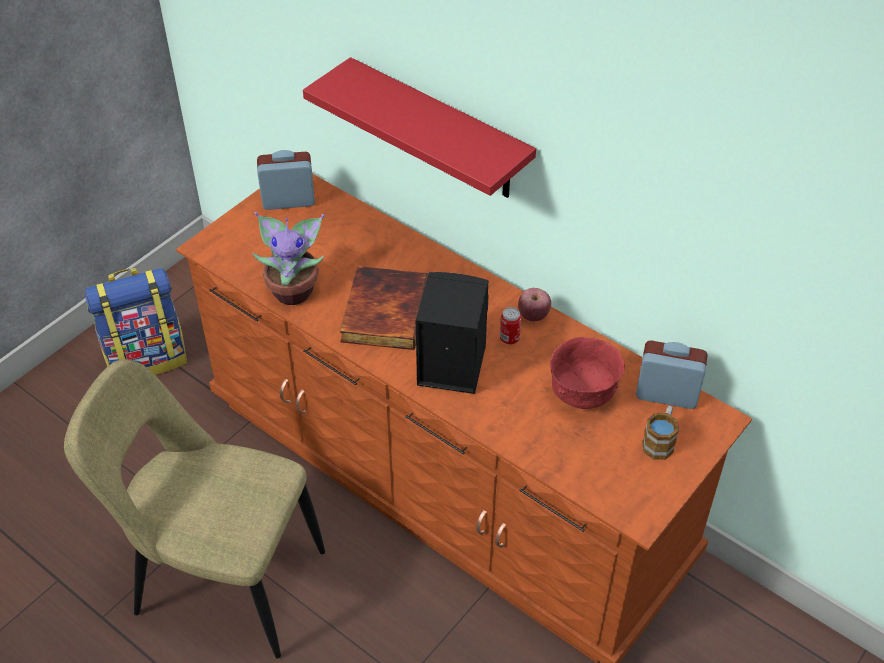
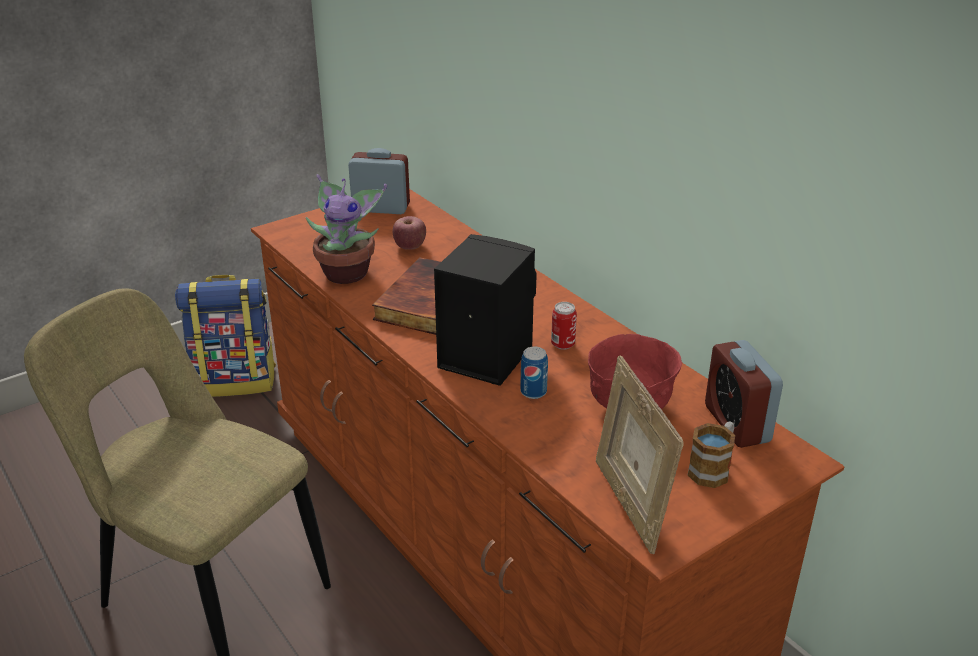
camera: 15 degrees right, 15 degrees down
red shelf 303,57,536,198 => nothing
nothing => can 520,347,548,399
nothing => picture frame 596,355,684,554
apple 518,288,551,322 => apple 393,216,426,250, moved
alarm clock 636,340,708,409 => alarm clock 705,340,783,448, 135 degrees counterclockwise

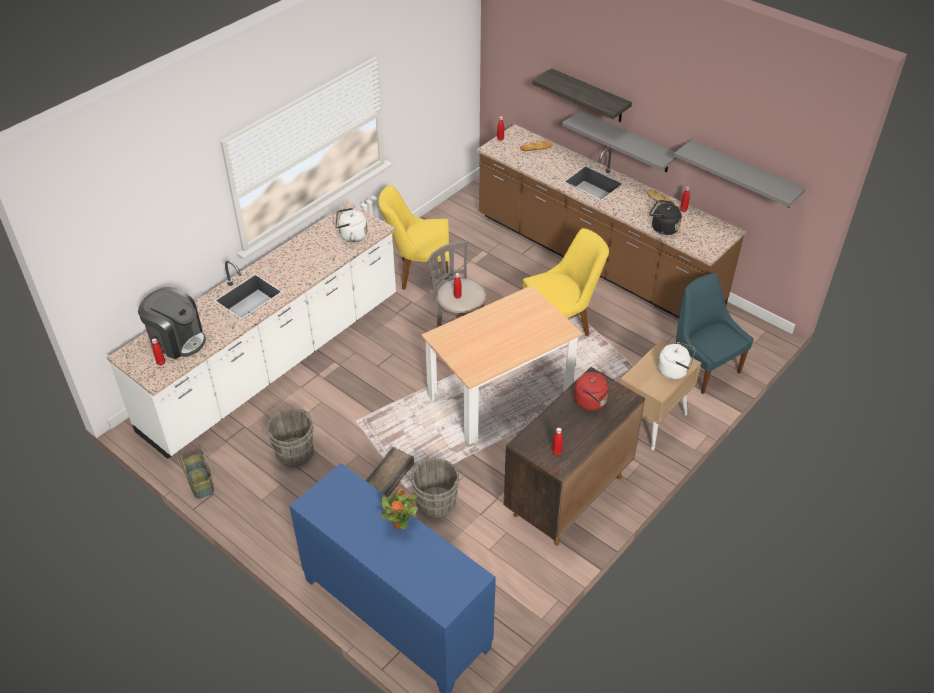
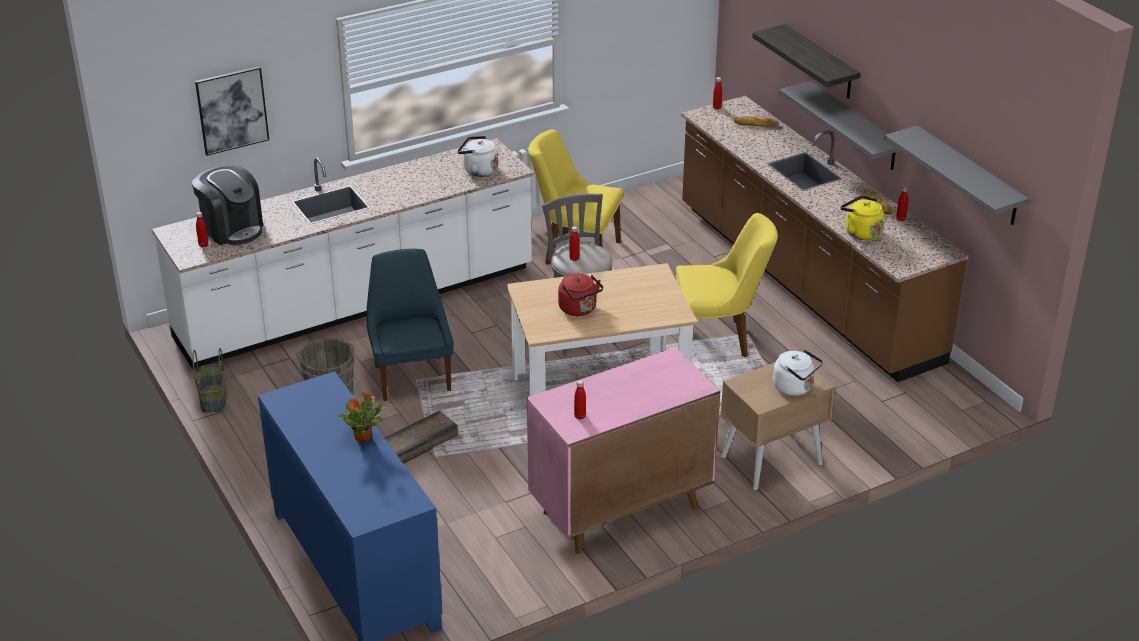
camera: 20 degrees right, 10 degrees down
grey bucket 411,458,464,519 => nothing
nothing => picture 195,66,269,156
red kettle 574,372,616,411 => red kettle 558,274,603,316, moved
blue chair 676,273,754,394 => blue chair 367,249,454,401, moved
brown cabinet 504,367,645,546 => pink cabinet 527,347,720,554
black kettle 649,200,682,235 => yellow kettle 840,195,884,240

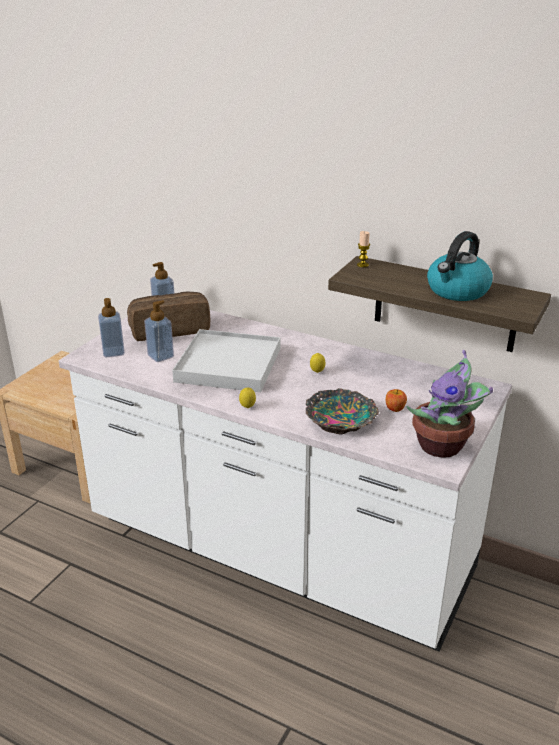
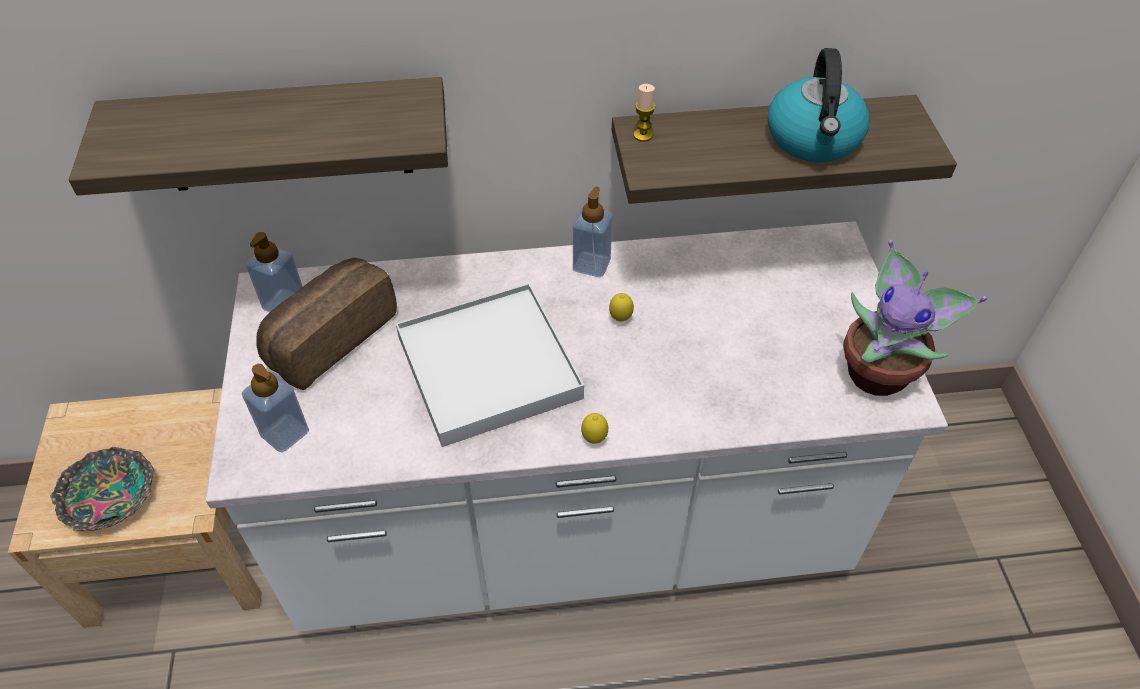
camera: 35 degrees left, 20 degrees up
apple 386,389,407,412 => nothing
nothing => shelf 69,77,448,195
soap dispenser 144,300,174,362 => soap dispenser 573,187,613,277, moved
bowl 306,388,379,434 => bowl 50,447,154,531, moved

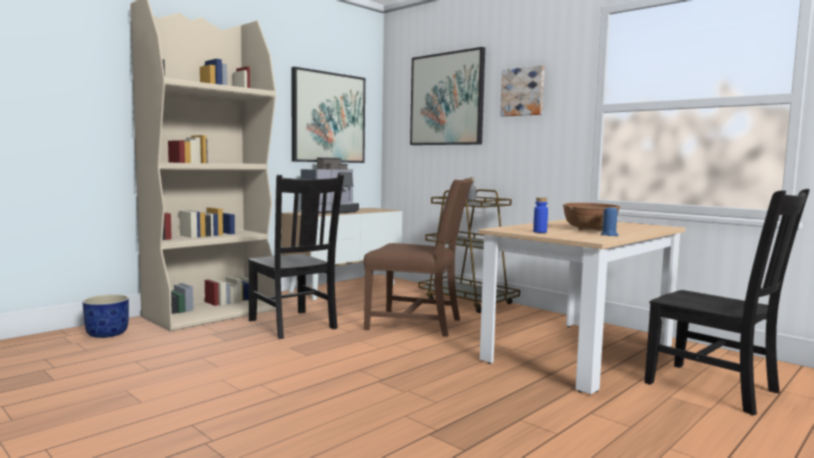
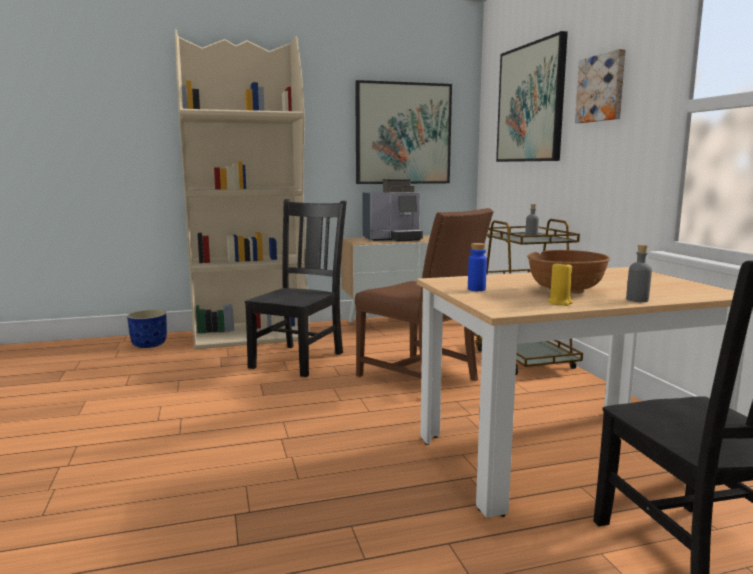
camera: 30 degrees right, 5 degrees up
nothing => grey bottle 626,244,652,302
blue candle 601,208,619,236 => yellow candle 548,263,573,306
black chair 248,175,344,339 => black chair 245,199,347,377, 150 degrees counterclockwise

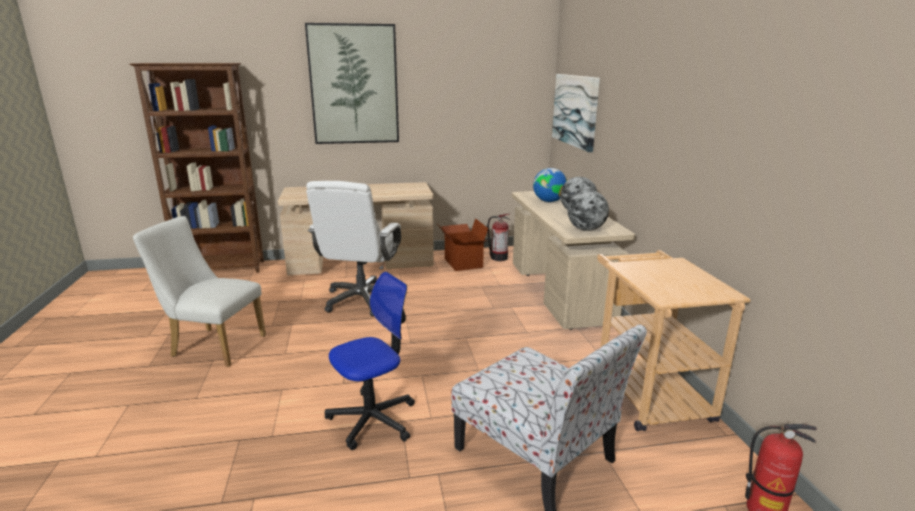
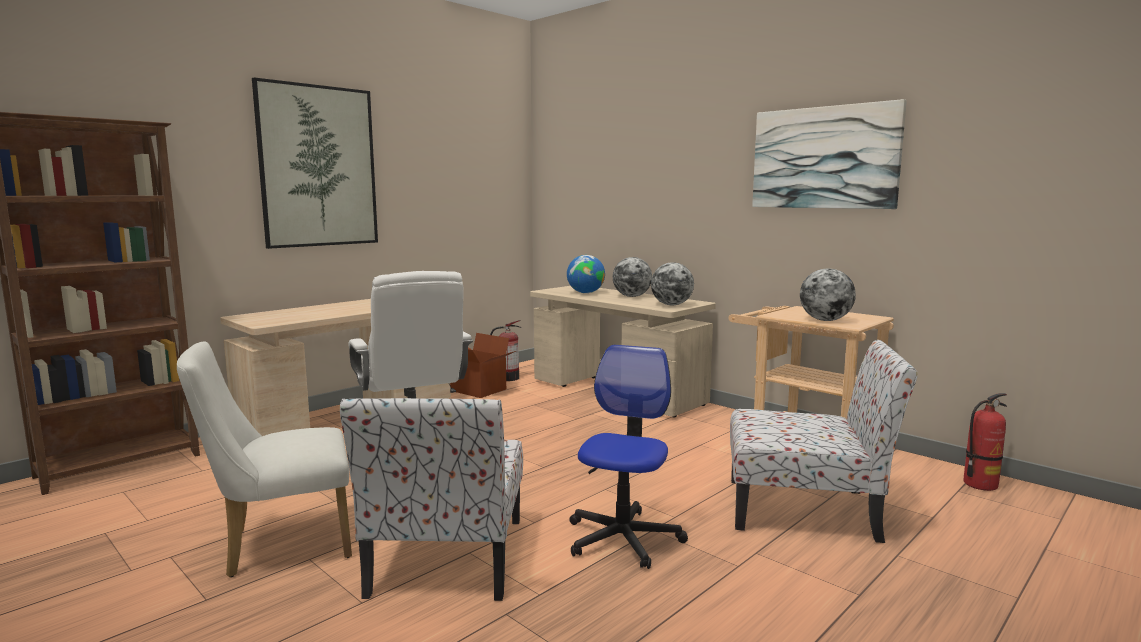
camera: 35 degrees left, 10 degrees down
nothing => chair 340,398,523,601
nothing => globe 800,269,856,321
picture 552,74,600,153 => picture 752,99,907,209, moved

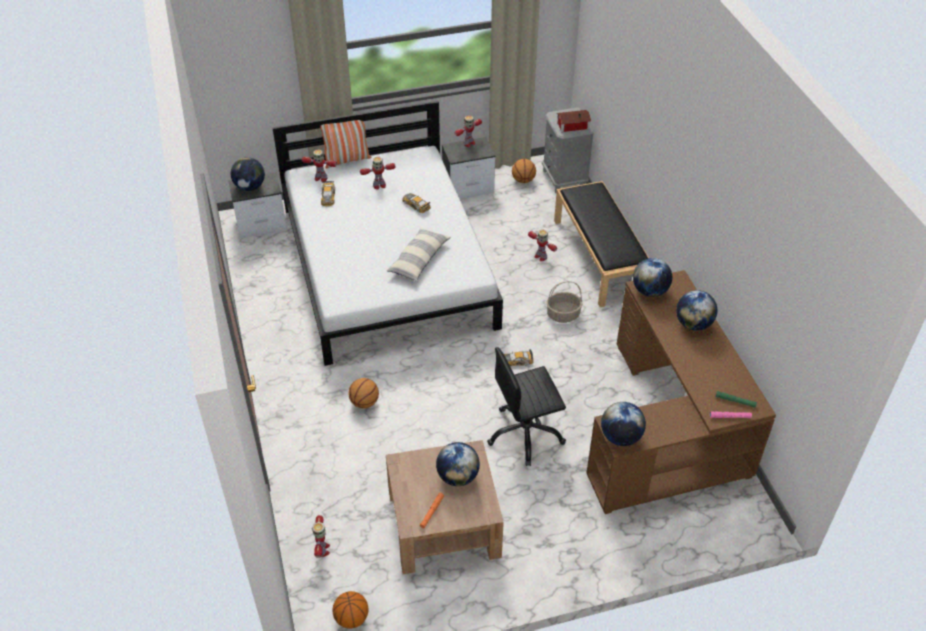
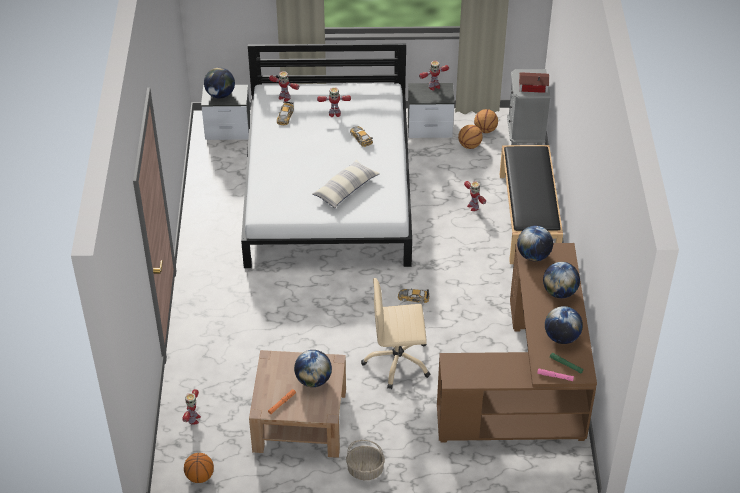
camera: 15 degrees right, 0 degrees up
pillow 320,120,371,168 => nothing
basketball 348,378,379,408 => basketball 458,125,483,149, moved
basket 547,281,583,323 => basket 346,440,385,480, moved
globe 601,402,646,446 => globe 545,306,583,344, moved
black office chair 487,347,566,466 => beige office chair 361,278,430,389

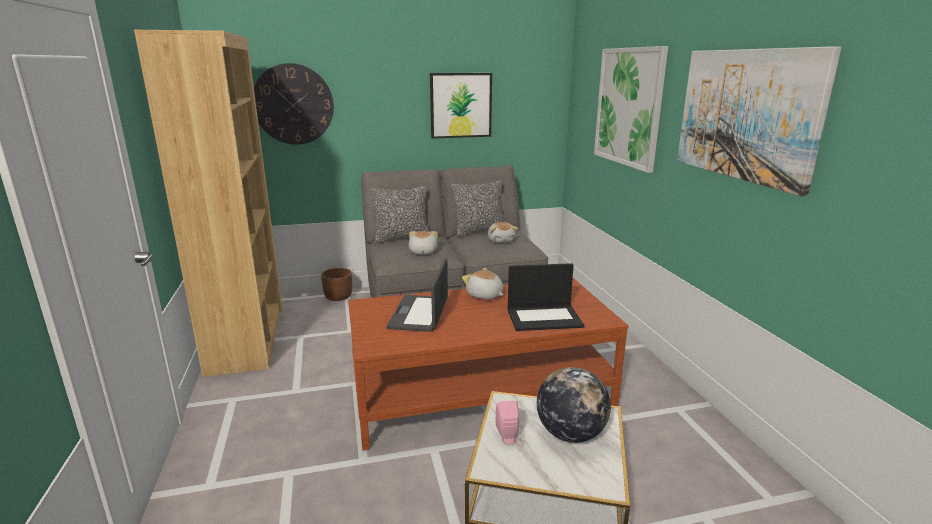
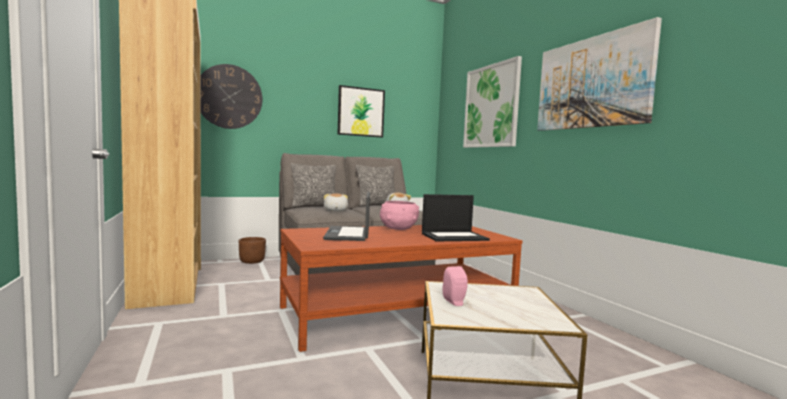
camera: 10 degrees left, 15 degrees down
globe 537,367,611,443 => nothing
plush toy 462,268,504,300 => pink bowl 380,201,419,230

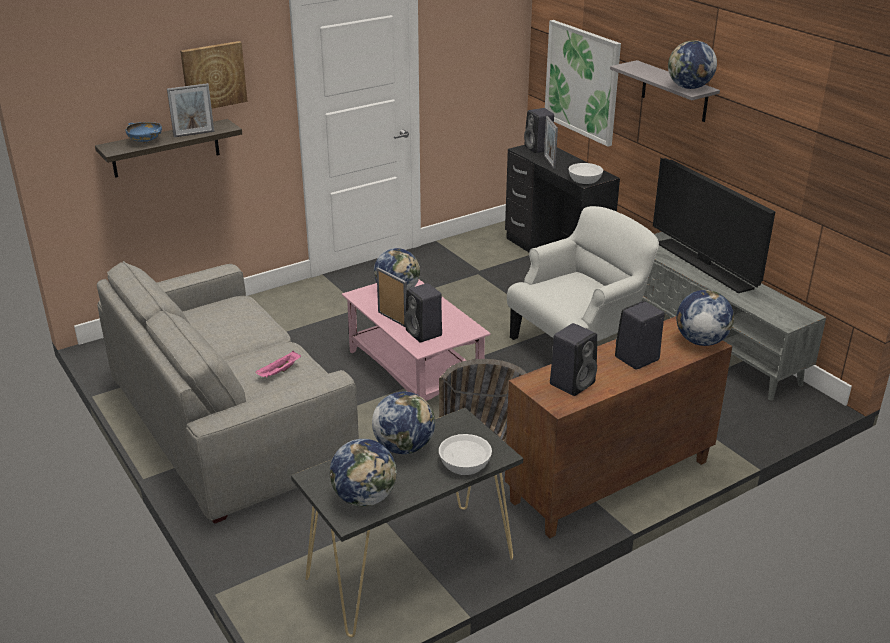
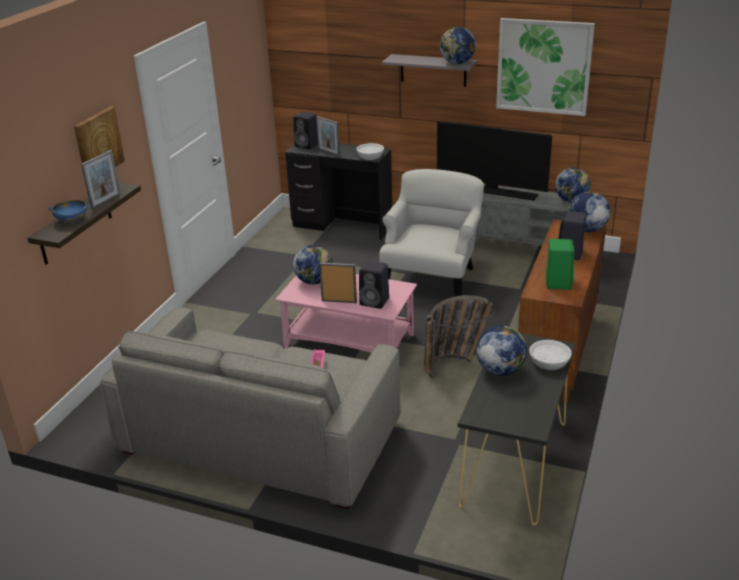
camera: 35 degrees left, 0 degrees up
globe 330,439,397,507 => globe 555,168,591,202, moved
picture 545,20,621,147 => picture 496,18,595,116, moved
black speaker 550,323,597,396 => green speaker 546,239,574,290

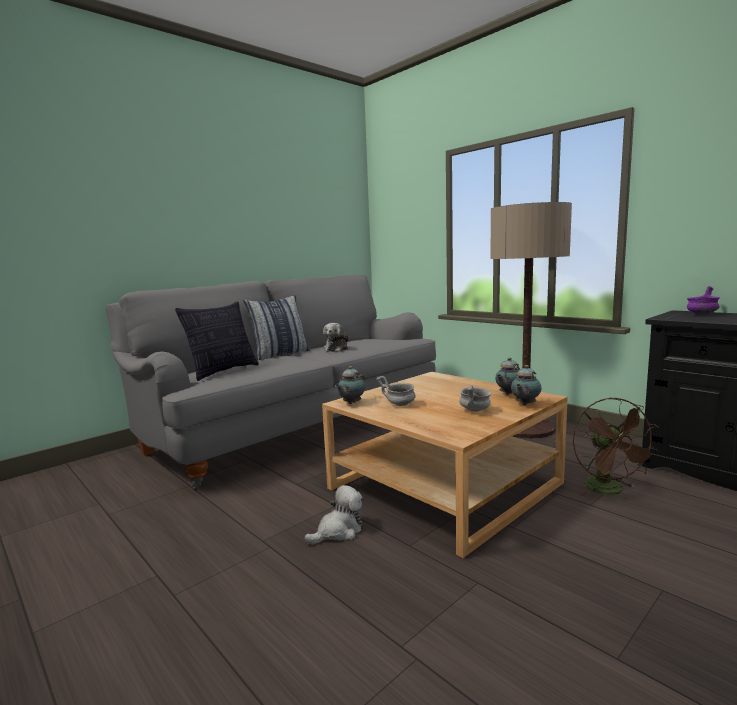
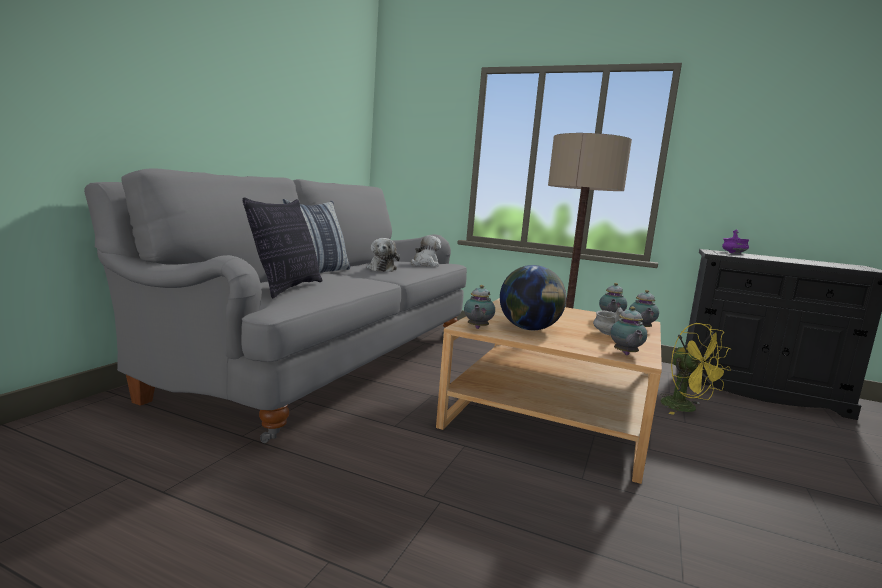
camera: 25 degrees left, 0 degrees up
nothing => teapot 610,307,647,355
plush toy 305,485,362,544 => plush toy 411,236,441,267, moved
grey bowl 376,376,416,406 => globe 500,265,566,330
brown fan 573,397,659,496 => yellow fan 660,323,731,415

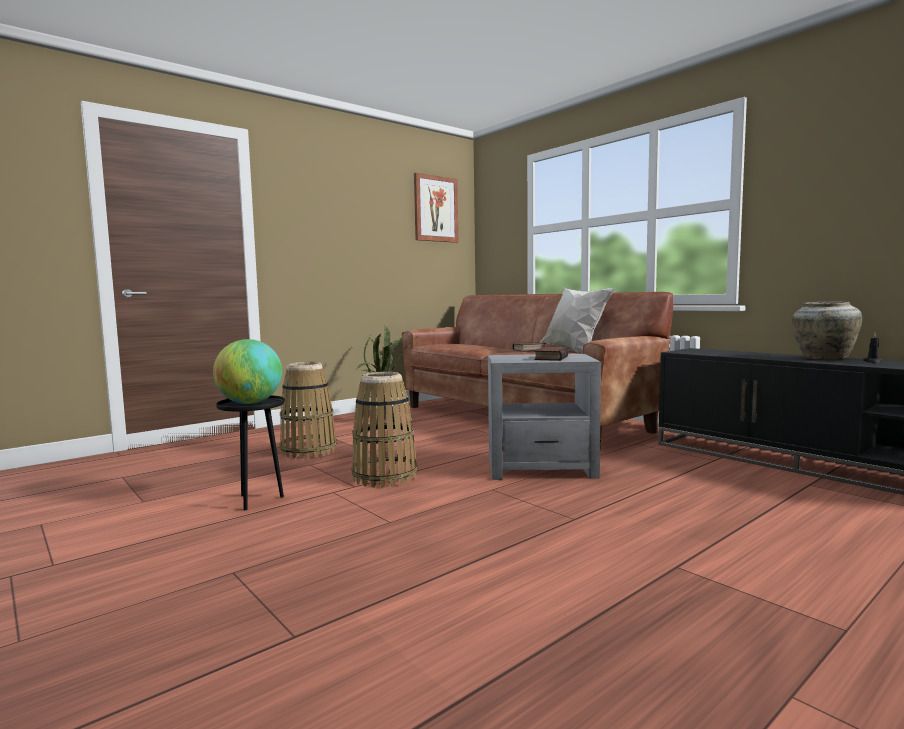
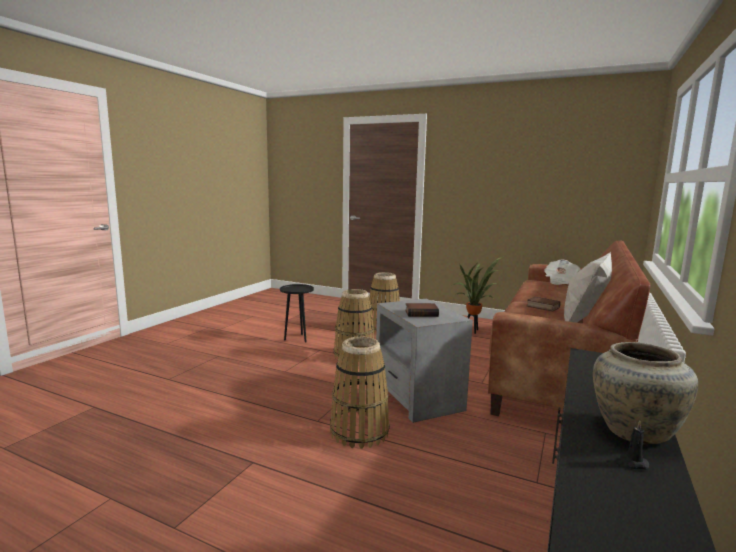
camera: 65 degrees right, 5 degrees up
globe 213,339,282,404 => nothing
picture 414,173,458,243 => nothing
nothing => basket 330,336,390,449
nothing => newspaper 544,259,581,285

